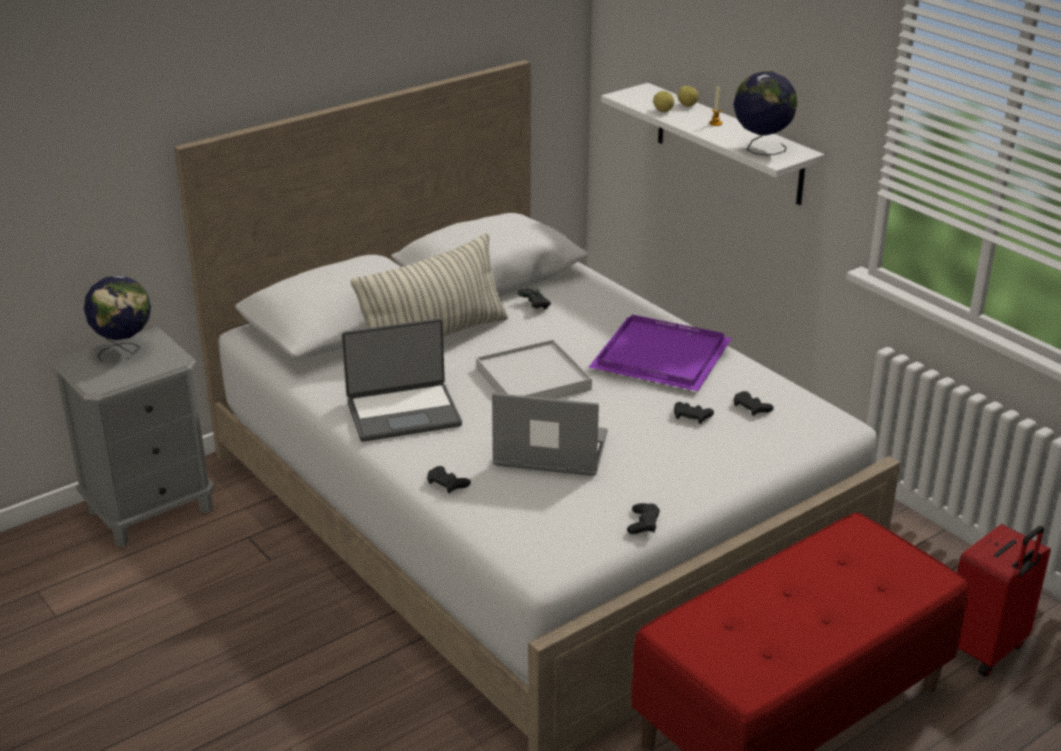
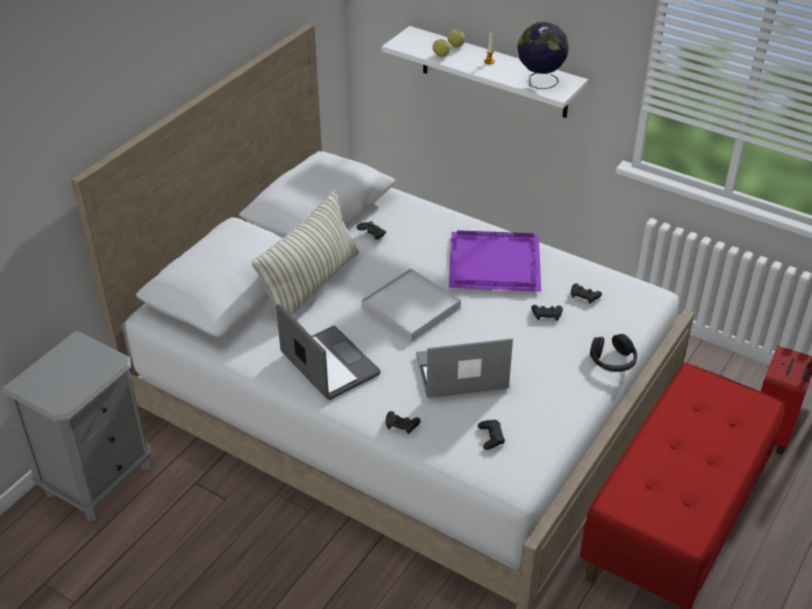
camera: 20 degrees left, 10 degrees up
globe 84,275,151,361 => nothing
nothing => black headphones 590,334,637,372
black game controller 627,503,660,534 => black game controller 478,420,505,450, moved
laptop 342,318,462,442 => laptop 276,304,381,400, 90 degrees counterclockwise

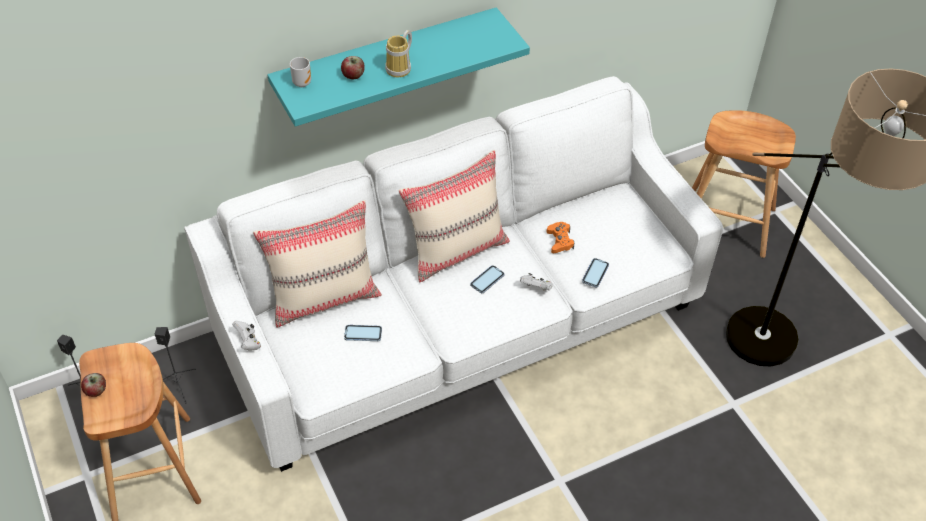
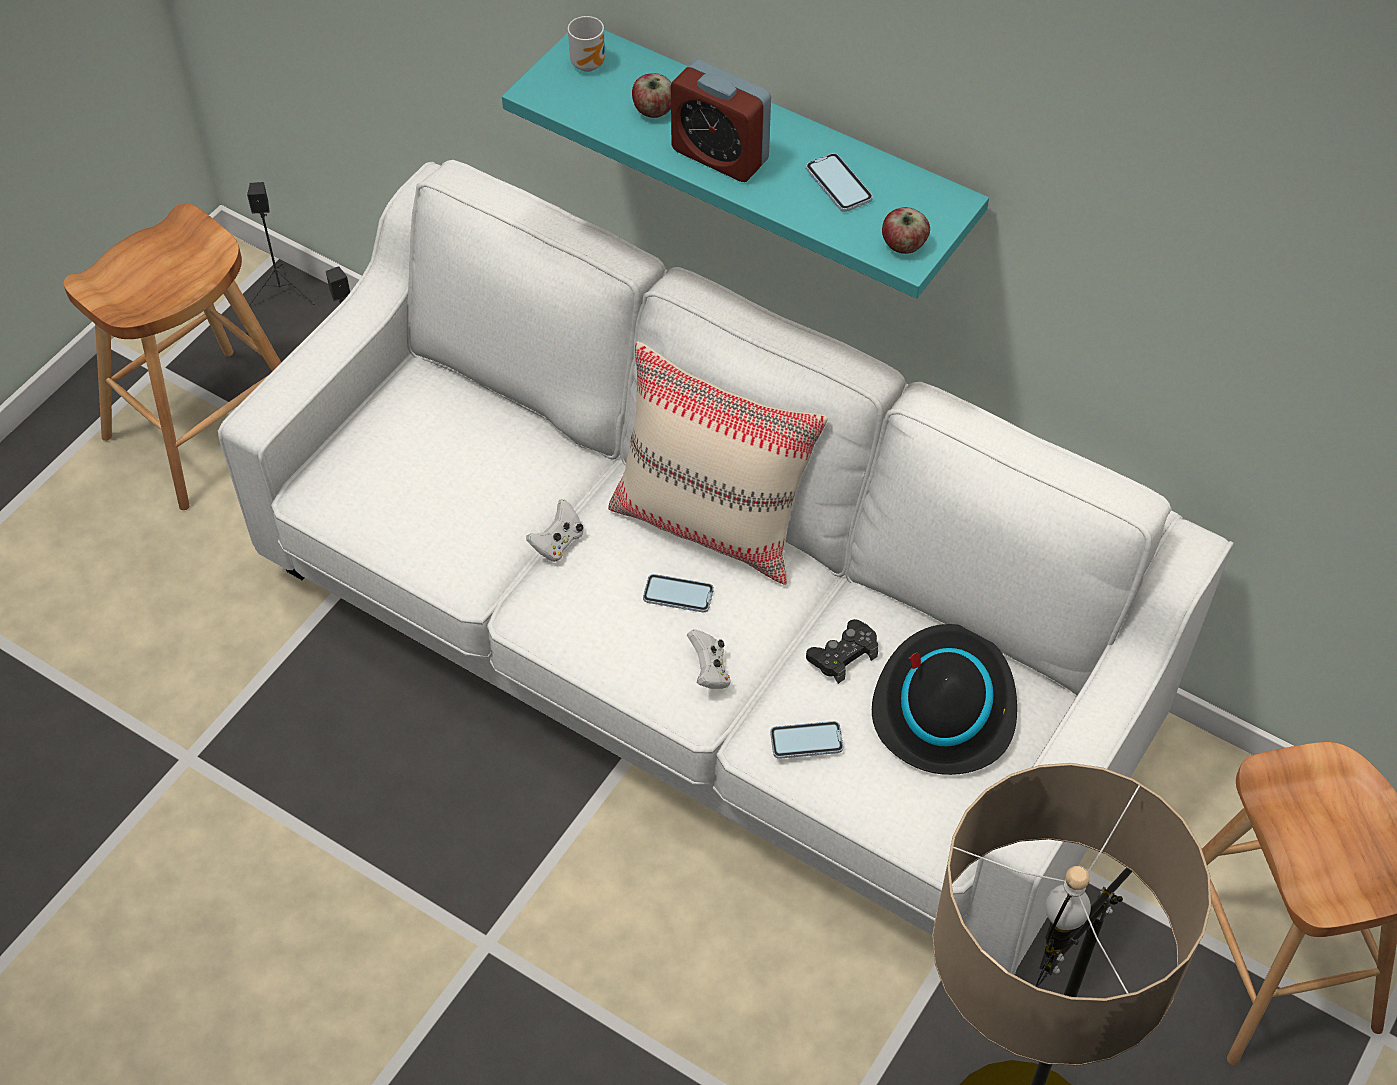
camera: 60 degrees right, 5 degrees up
beige pillow 253,200,382,327 => nothing
nothing => black hat 872,624,1017,775
apple 81,373,106,397 => apple 882,207,930,254, moved
white game controller 232,321,261,351 => white game controller 526,499,583,562, moved
phone 344,325,382,341 => phone 806,153,873,212, moved
mug 385,30,412,77 => alarm clock 671,60,771,182
orange game controller 547,222,574,253 => black game controller 806,619,878,684

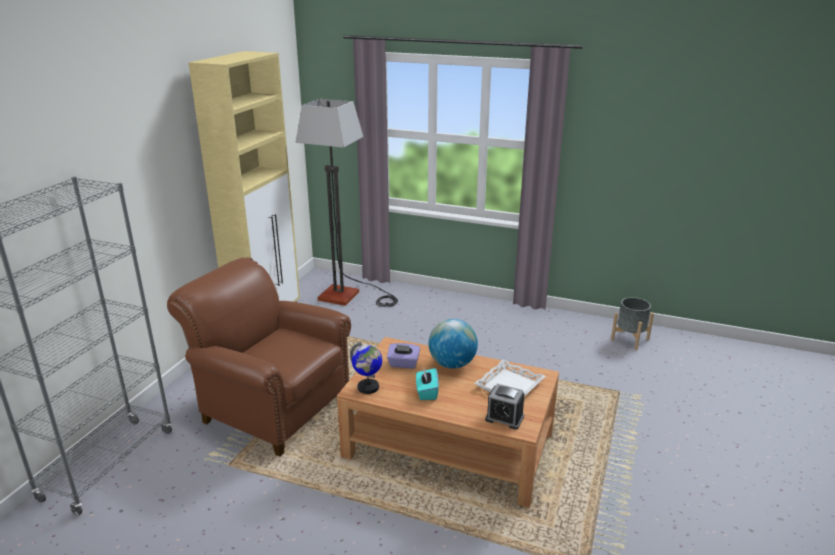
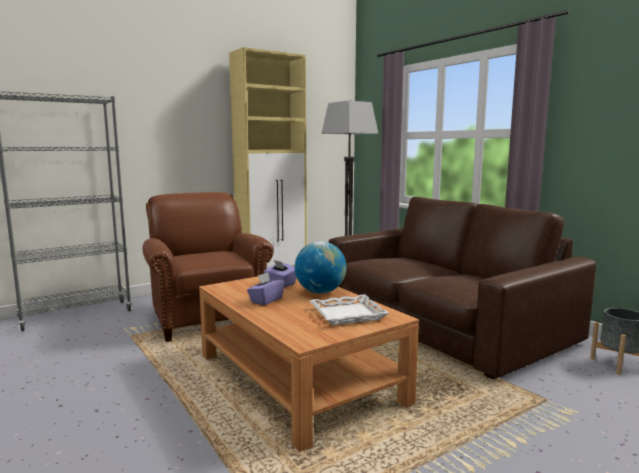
camera: 35 degrees right, 15 degrees down
globe 350,342,382,394 => nothing
alarm clock 485,384,525,430 => nothing
nothing => brown sofa 329,197,596,379
turquoise tissue box 416,368,439,400 => purple tissue box 247,272,285,305

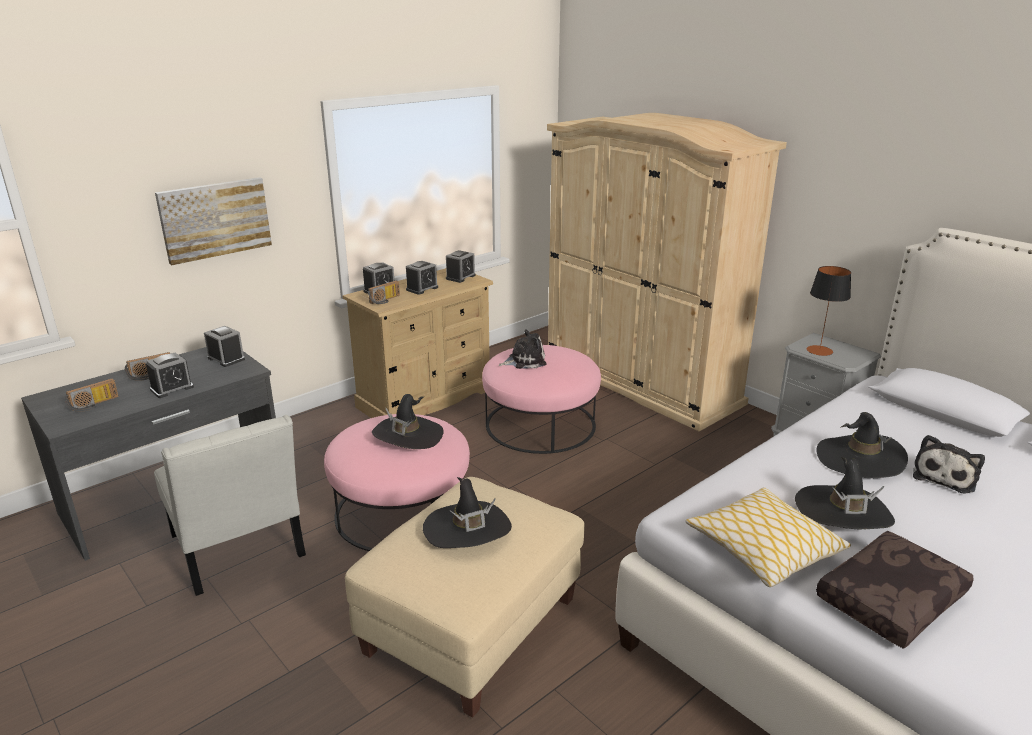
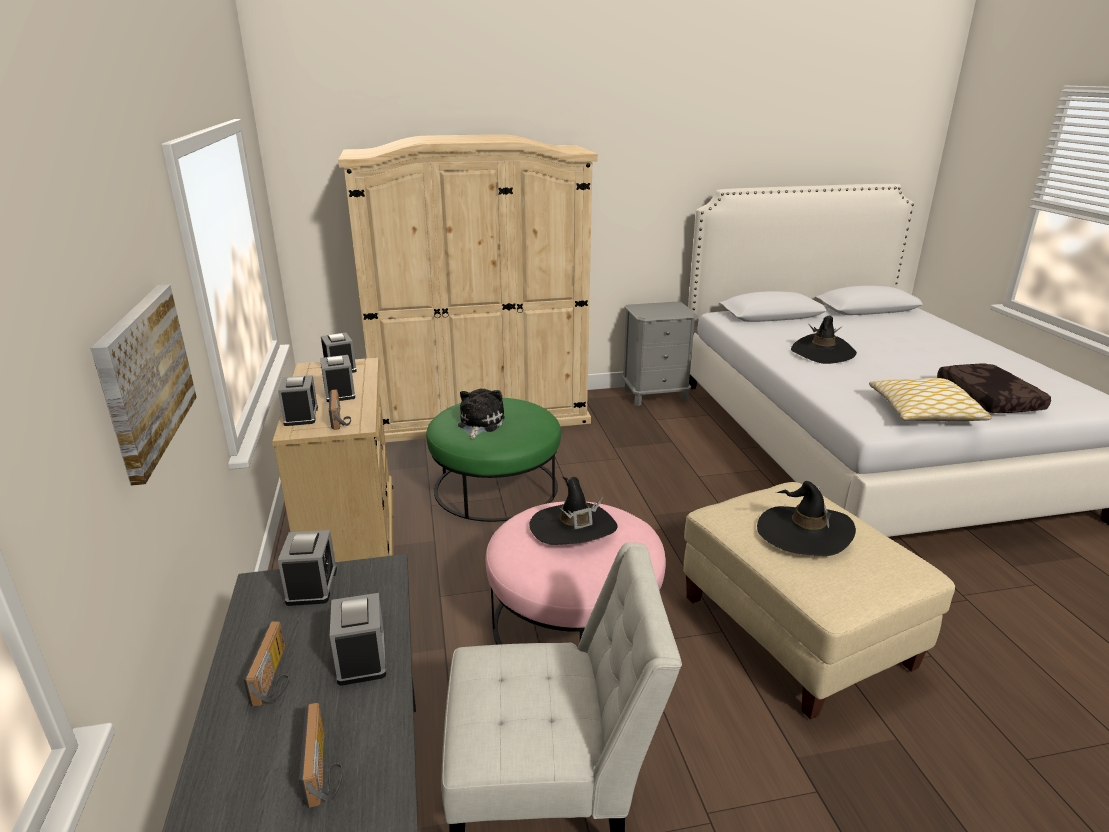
camera: 60 degrees left, 0 degrees up
black hat 795,456,895,530 => nothing
table lamp 807,266,851,356 => nothing
plush toy 913,435,985,494 => nothing
pink ottoman 482,345,601,454 => green ottoman 426,398,561,522
alarm clock 204,326,245,367 => alarm clock 278,530,337,606, 105 degrees clockwise

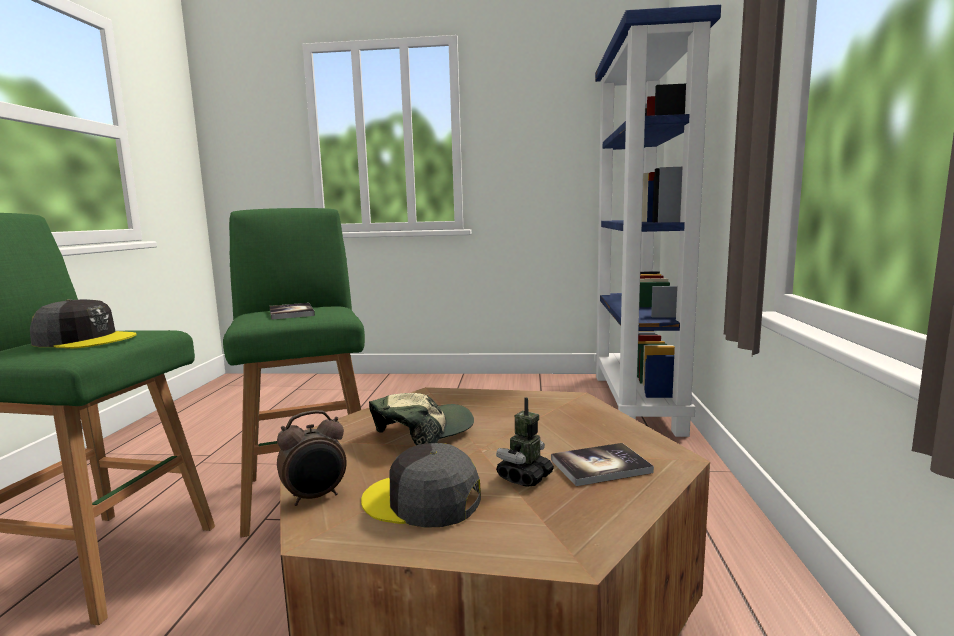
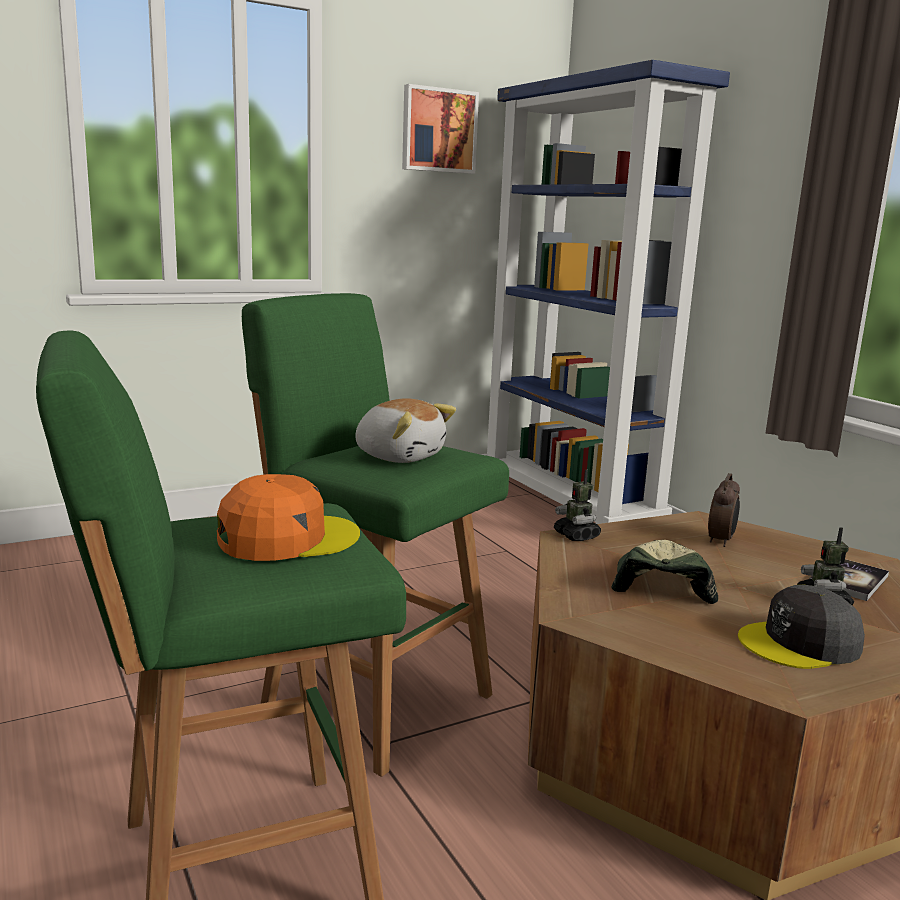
camera: 35 degrees left, 5 degrees up
nothing => picture 402,84,479,174
nothing => toy robot 554,470,601,541
alarm clock 277,410,347,506 => alarm clock 708,473,740,547, moved
book 270,303,315,320 => plush toy 355,398,456,463
grey cap 30,299,137,349 => orange cap 217,474,360,561

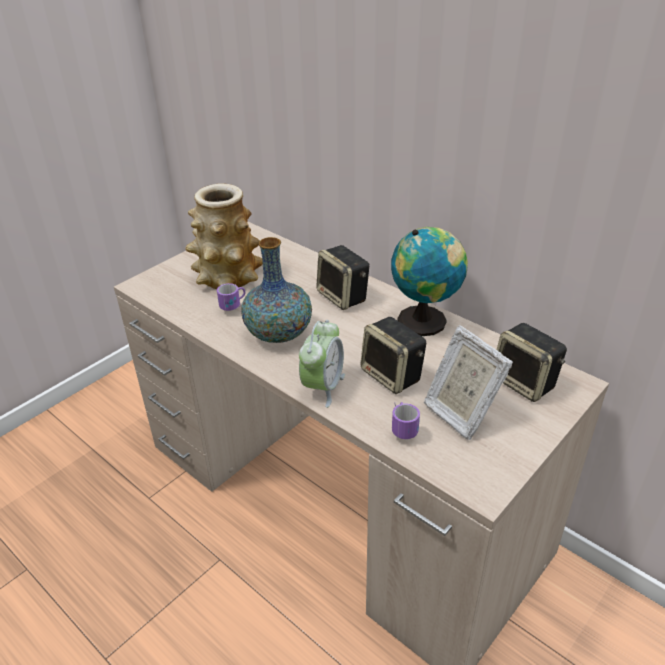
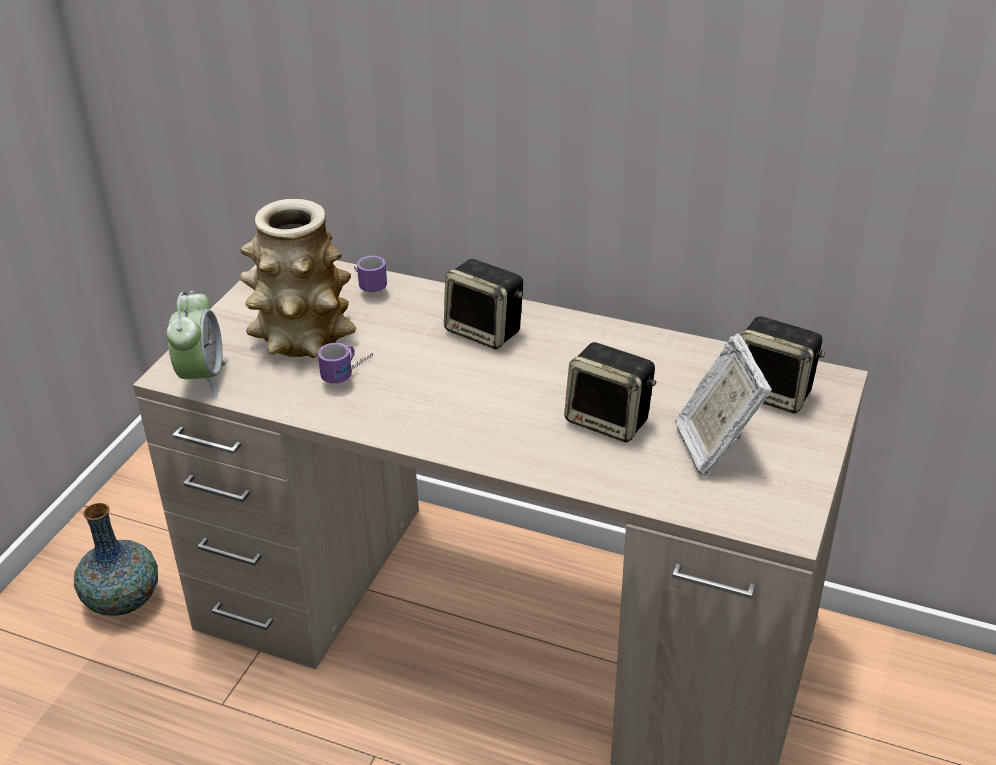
camera: 20 degrees left, 0 degrees up
globe 391,227,468,336 => nothing
vase 241,237,312,343 => vase 74,503,158,616, moved
alarm clock 299,320,345,408 => alarm clock 166,291,227,398, moved
mug 392,402,420,439 => mug 354,256,387,292, moved
picture frame 424,325,513,440 => picture frame 675,334,772,477, 45 degrees clockwise

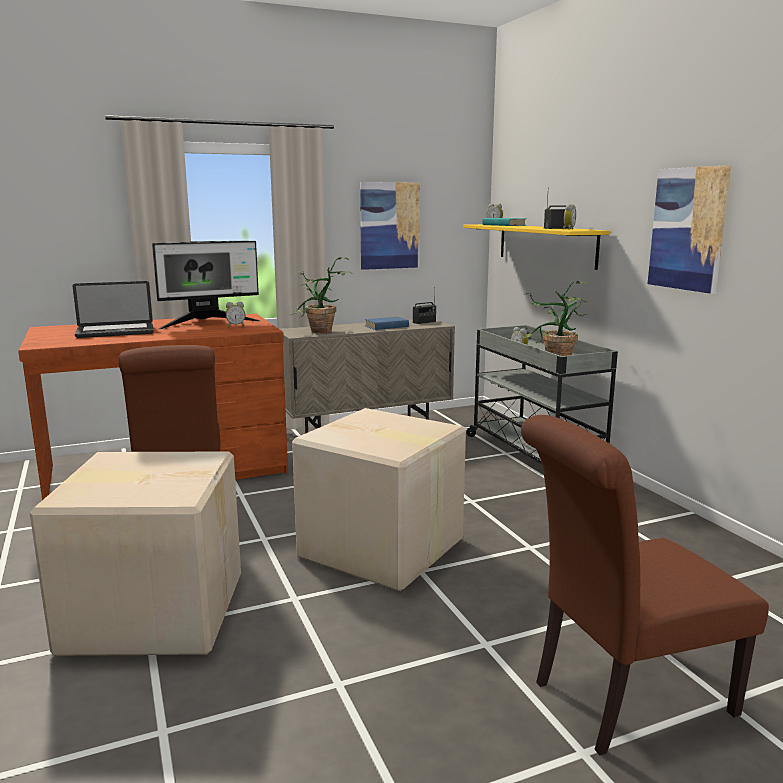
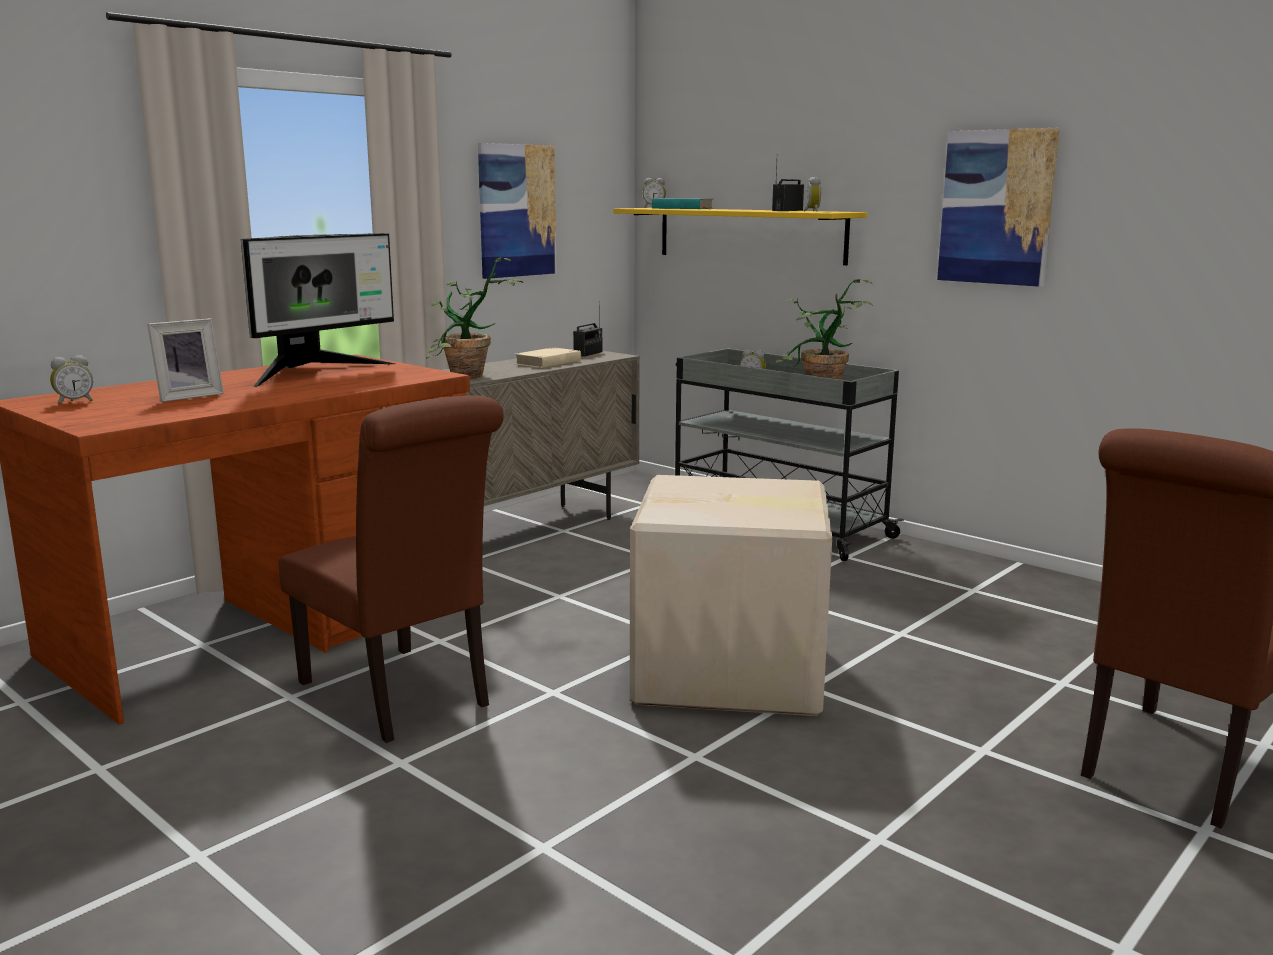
camera: 25 degrees left, 0 degrees up
cardboard box 30,451,241,656 => nothing
alarm clock 226,302,245,327 => alarm clock 50,355,93,405, moved
laptop 73,281,154,338 => picture frame 147,318,224,402
blue book 364,317,412,330 => beige book 515,347,581,368

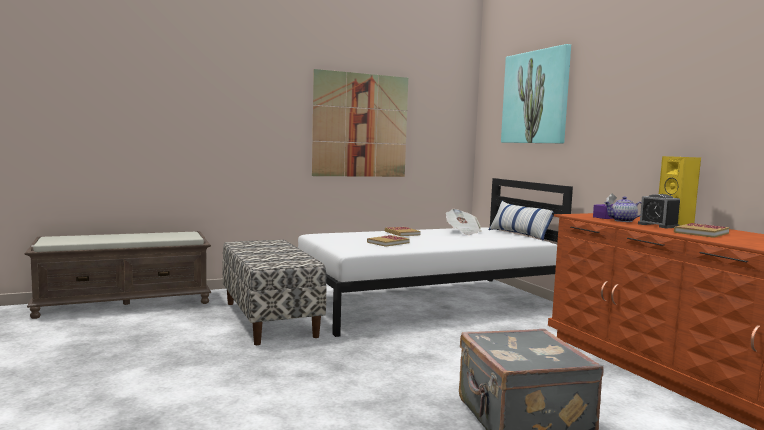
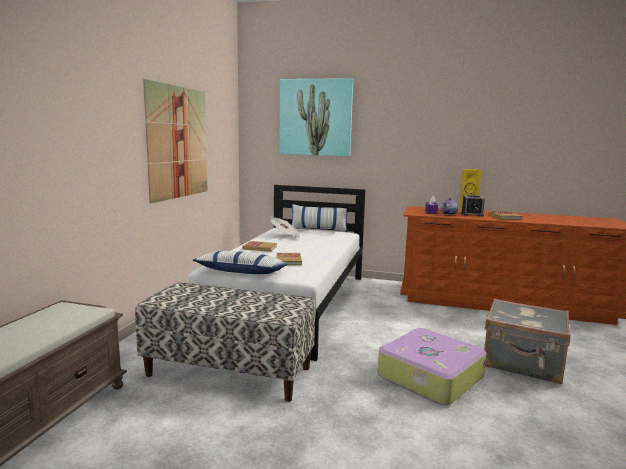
camera: 50 degrees left, 5 degrees up
nothing => pillow 193,251,288,274
nothing => suitcase 377,328,487,405

